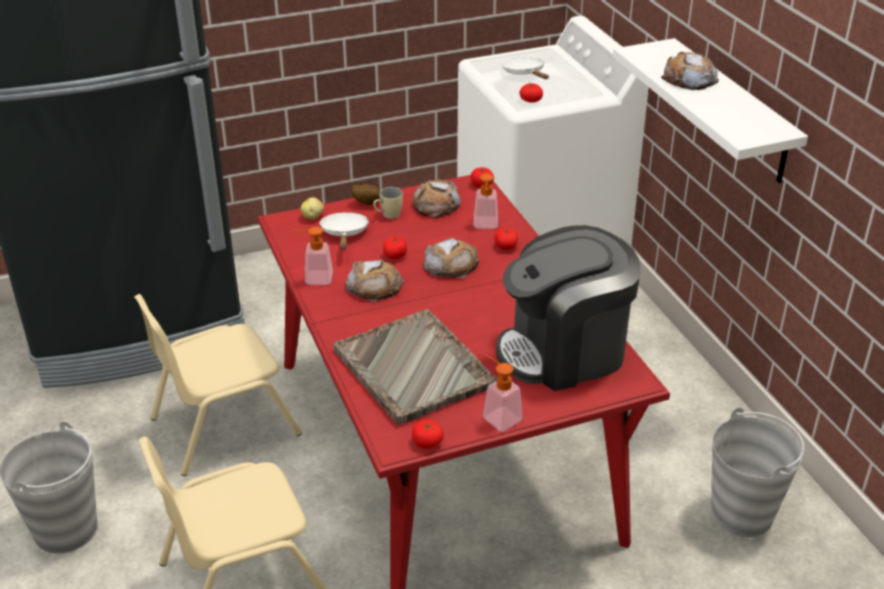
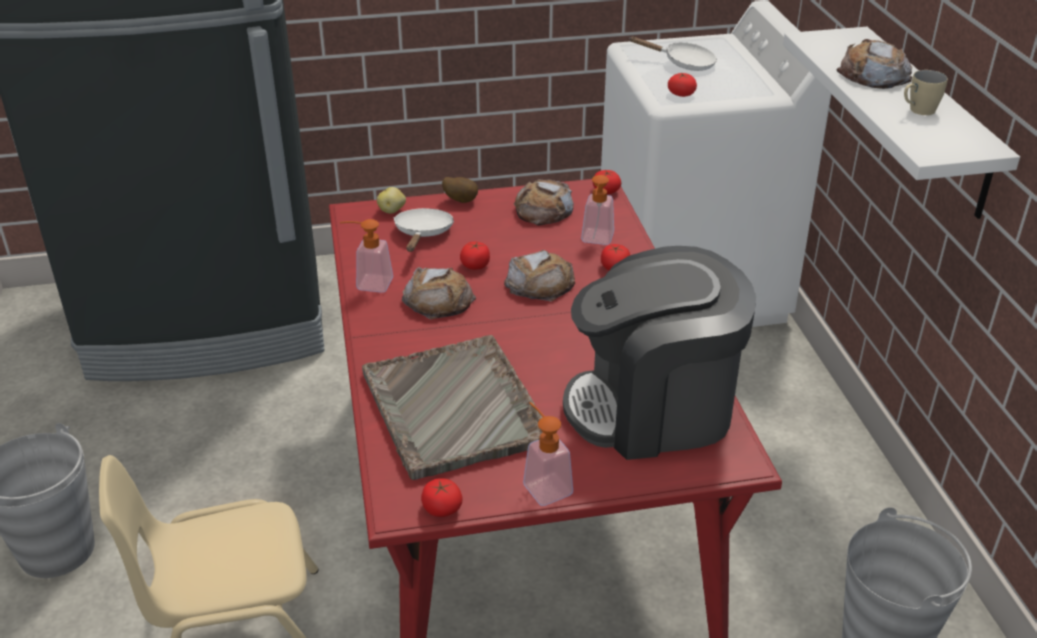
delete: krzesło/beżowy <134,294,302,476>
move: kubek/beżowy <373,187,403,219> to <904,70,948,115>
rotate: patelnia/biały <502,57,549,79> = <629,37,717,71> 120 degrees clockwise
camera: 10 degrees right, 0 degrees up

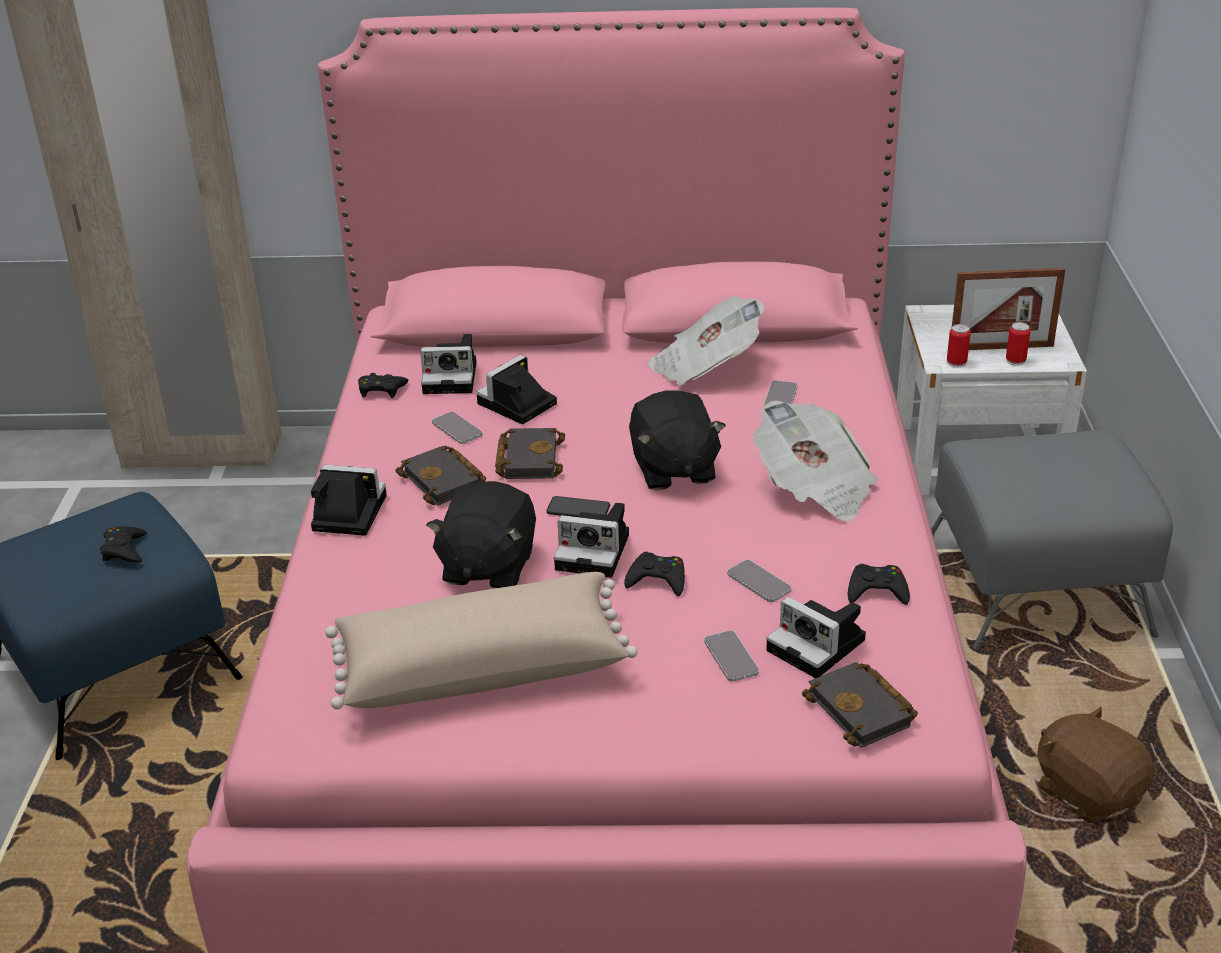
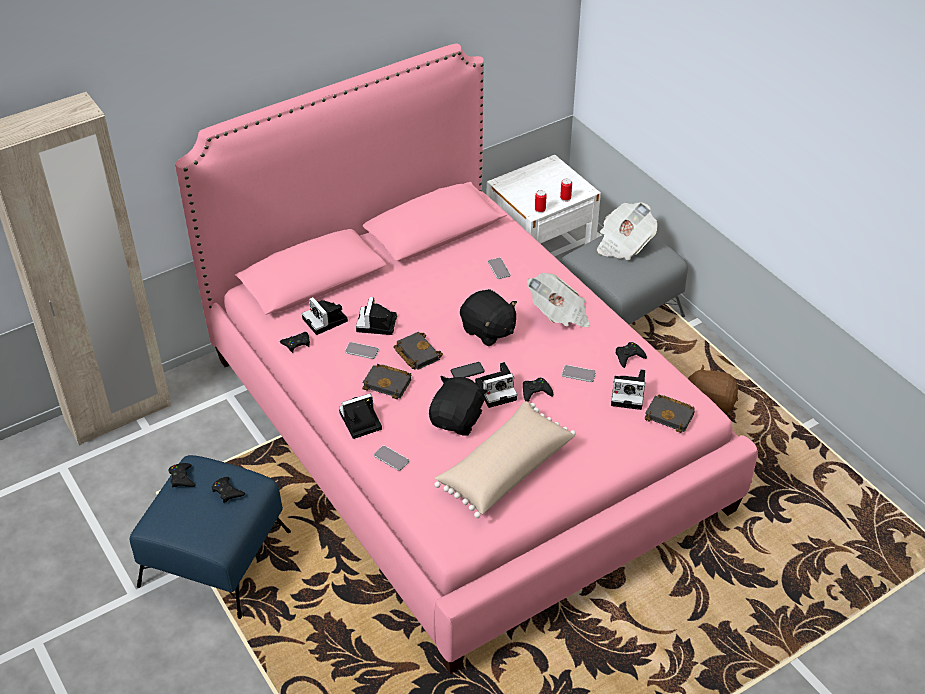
delete: ramka na zdjęcie <952,268,1065,350>
insert: pad do gier/czarny <168,463,196,487>
move: gazeta <648,296,765,386> to <597,202,658,260>; telefon <704,630,759,681> to <374,446,409,471>
rotate: aparat fotograficzny <420,334,477,394> = <302,297,348,335> 90 degrees clockwise; pluszak/czarny <426,481,536,589> = <429,376,488,436> 135 degrees counterclockwise
camera: 35 degrees left, 10 degrees up

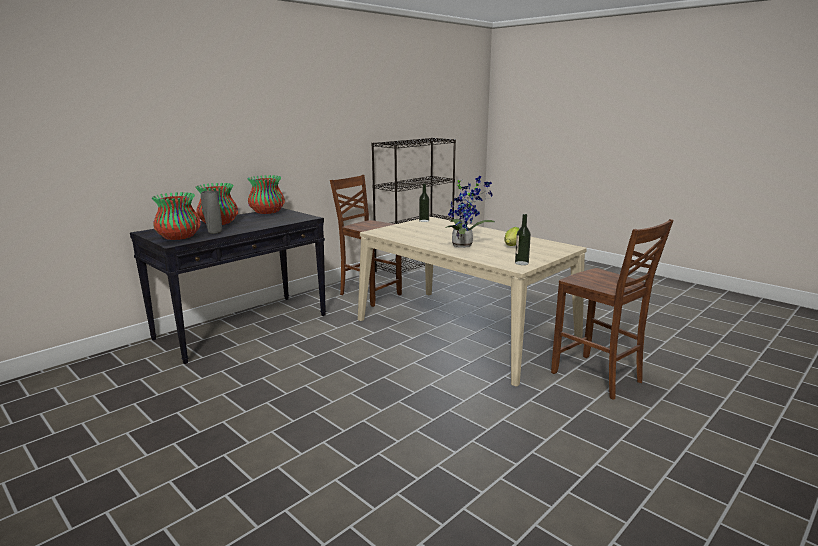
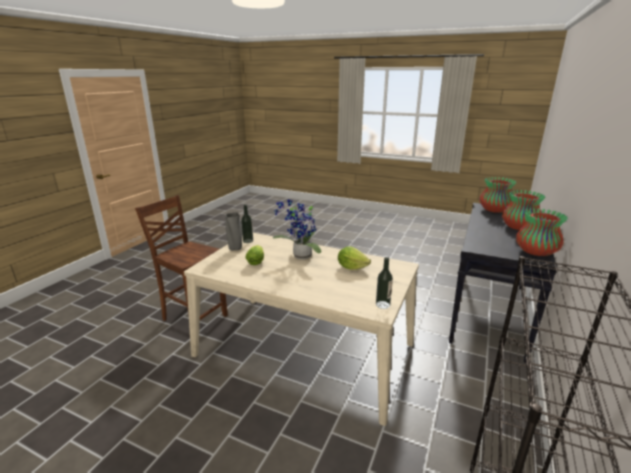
delete: krzesło/brązowy <330,175,402,307>
insert: sałata <338,246,371,270>
move: wazon/szary <201,190,222,234> to <225,212,242,251>
camera: 160 degrees right, 5 degrees up

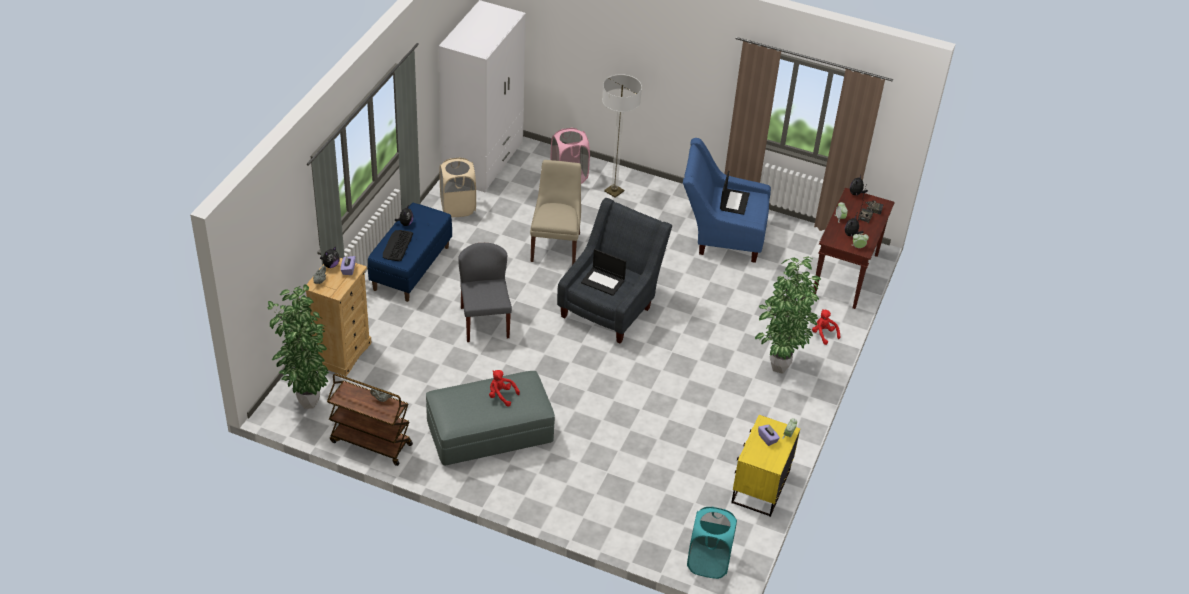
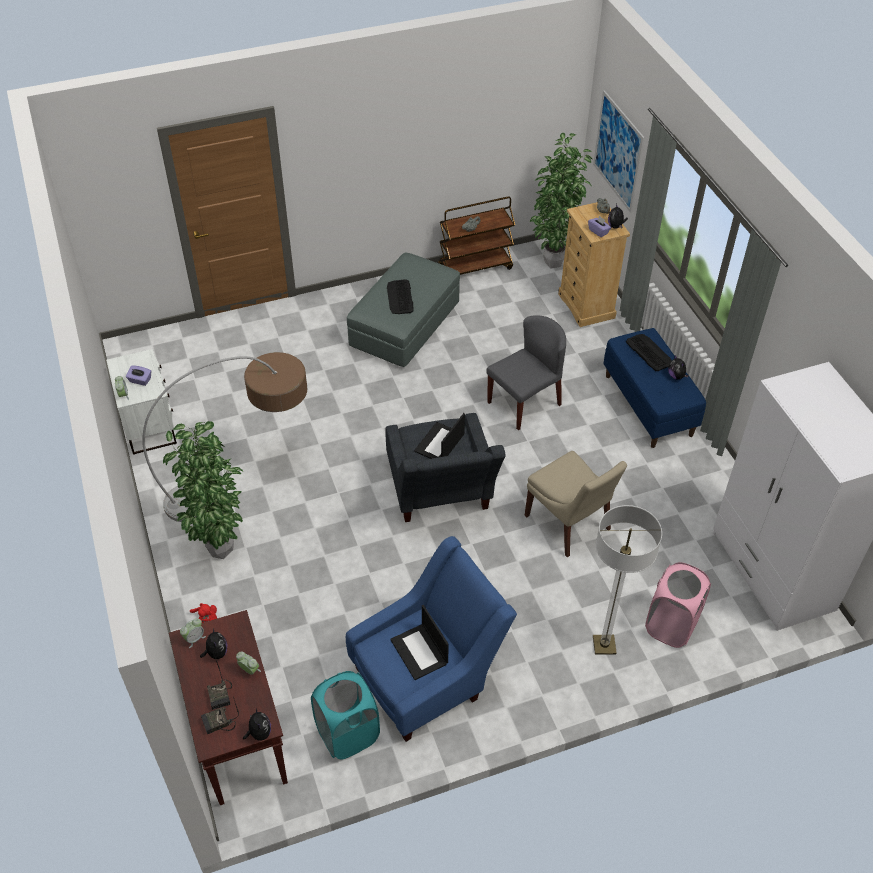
delete: kosz na pranie/beżowy <439,157,476,217>
insert: lampa stojąca <142,352,307,522>; obraz <593,90,645,213>
move: kosz na pranie/turkusowy <687,507,737,579> to <311,671,380,760>
replace: pluszak/czerwony <489,370,520,406> to klawiatura <387,279,414,314>
recolor: szafka nocna/żółty <731,415,800,517> to szafka nocna/biały <106,349,177,455>
rotate: krzesło/szary <459,243,512,342> = <486,315,566,430> 75 degrees counterclockwise; laptop <581,249,626,296> = <414,413,465,459> 45 degrees counterclockwise
camera: 140 degrees right, 5 degrees up

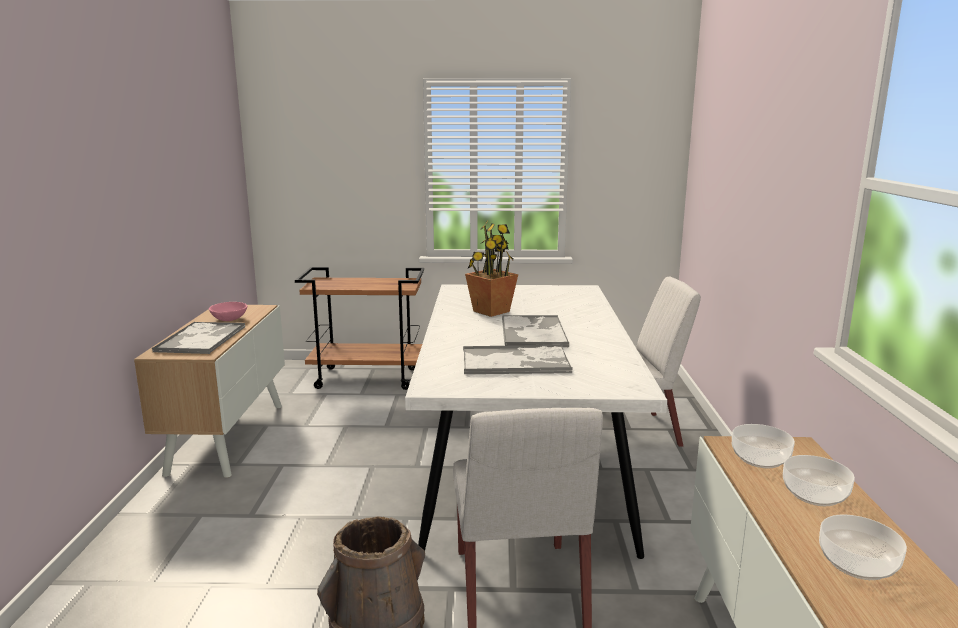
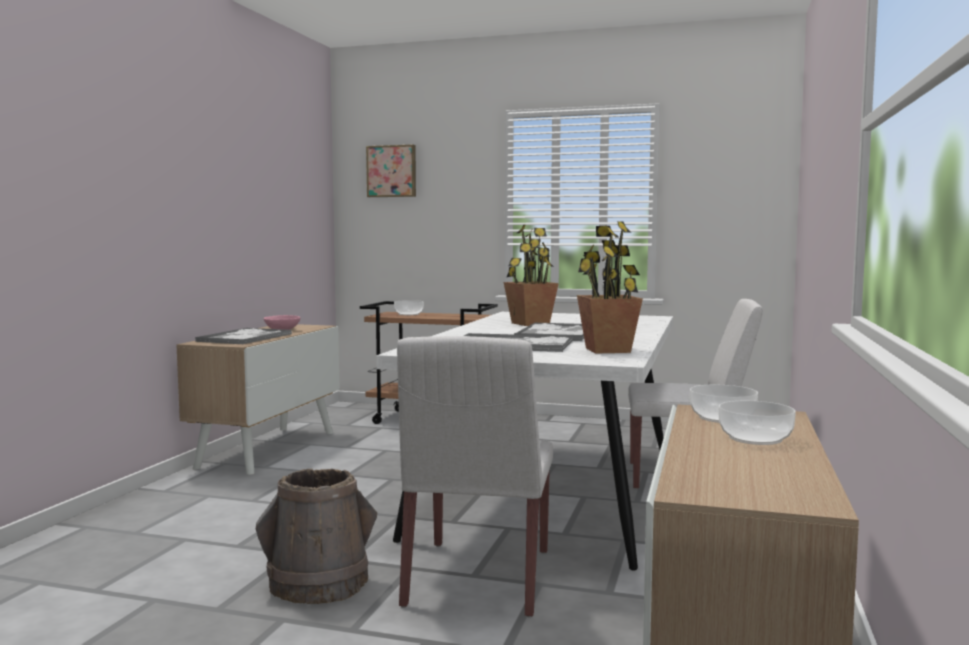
insert: obraz <366,144,416,197>; roślina doniczkowa <577,221,643,354>
move: miska <819,515,907,580> to <394,300,424,315>
camera: 15 degrees right, 10 degrees down

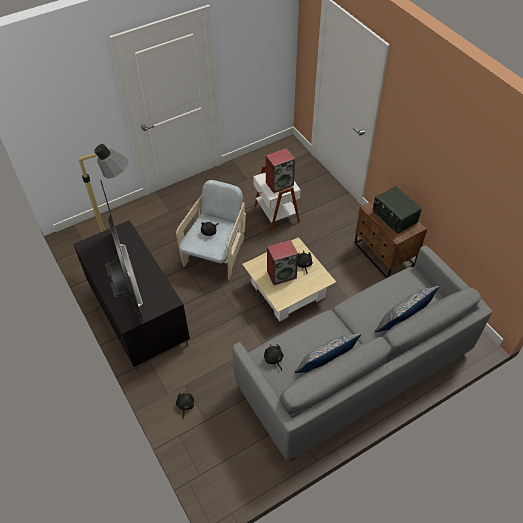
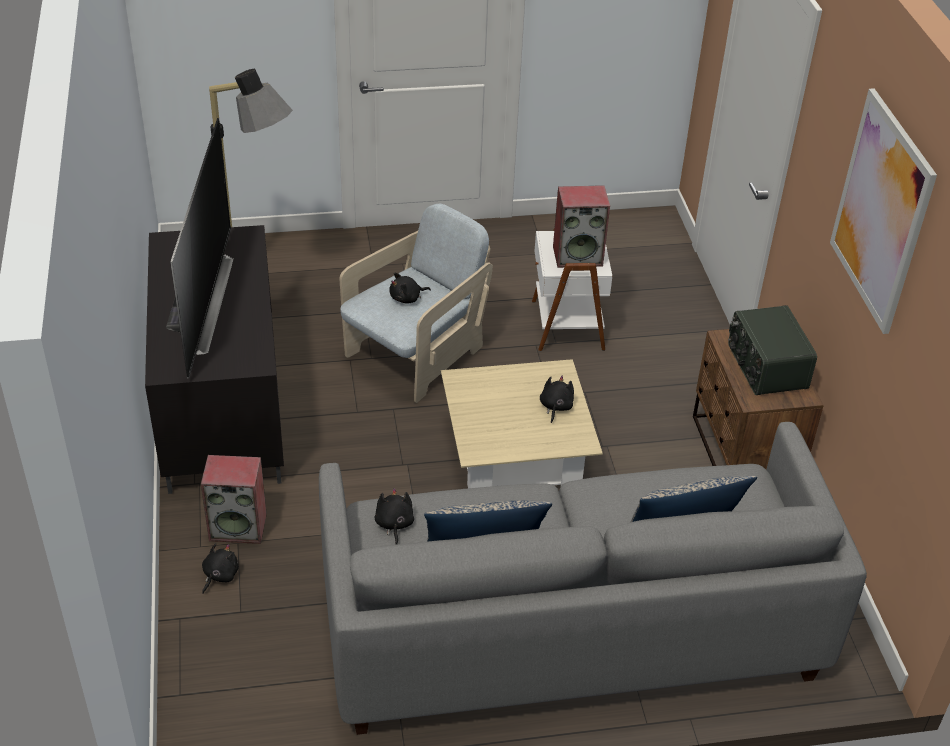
insert: obraz <830,88,937,334>
move: głośnik <267,240,298,285> to <201,455,267,544>
camera: 20 degrees right, 10 degrees down

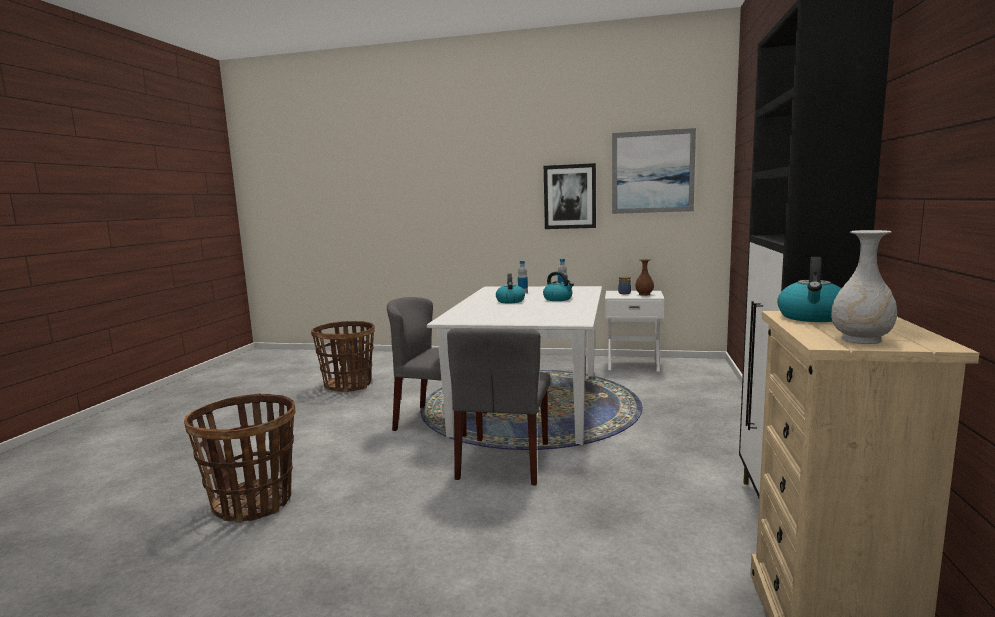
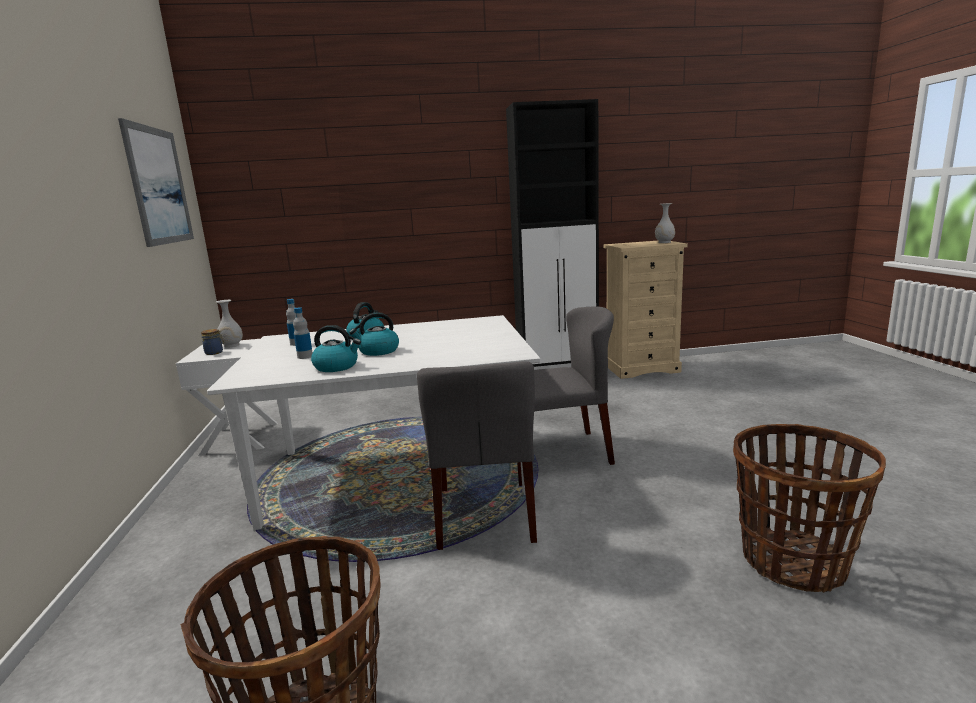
delete: obraz <544,163,596,229>
move: czajnik <777,257,842,322> to <311,325,361,372>
recolor: wazon/brązowy <635,259,654,296> to wazon/biały <216,300,243,348>
camera: 110 degrees left, 5 degrees up

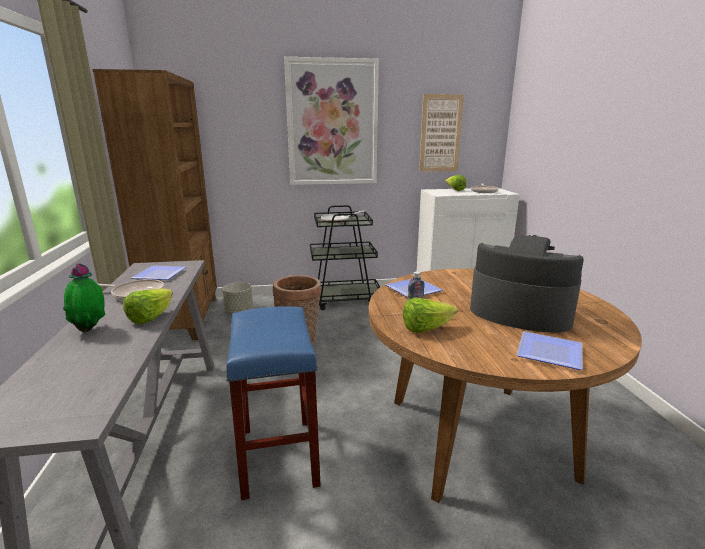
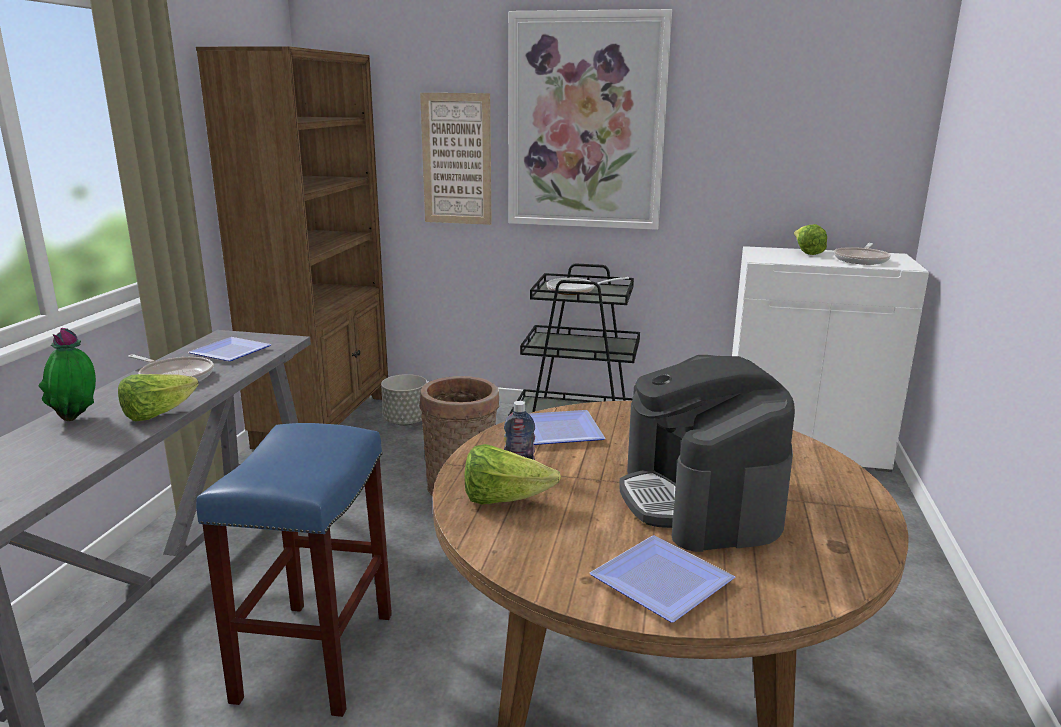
move: obraz <419,94,464,172> to <420,93,492,225>
rotate: ekspres do kawy <470,235,584,333> = <619,355,795,552> 150 degrees counterclockwise
camera: 20 degrees right, 0 degrees up

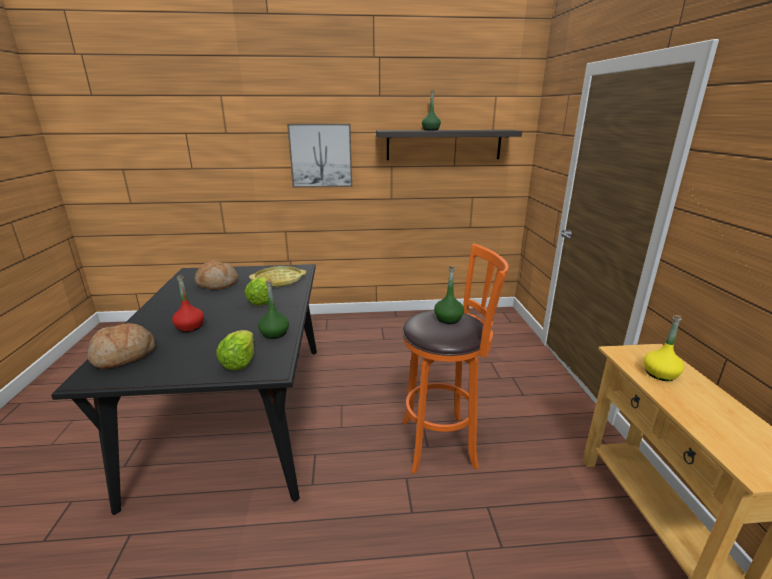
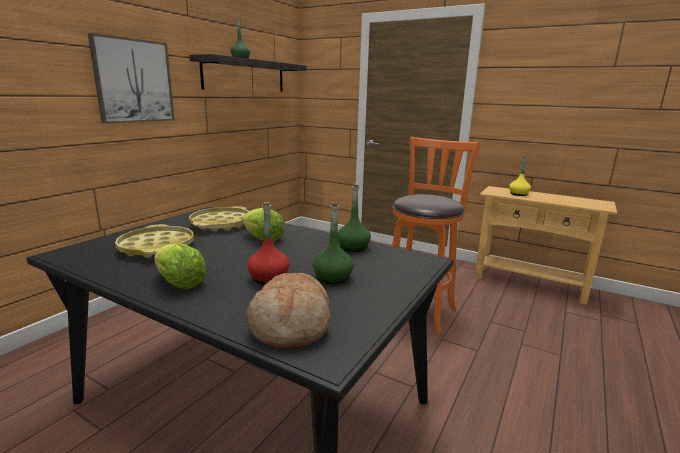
move: sałata <216,330,254,370> to <154,243,207,289>; butelka/zielony <434,265,464,324> to <313,203,354,284>
replace: chleb <194,260,238,290> to taca/żółty <115,224,194,257>
camera: 55 degrees left, 5 degrees down

